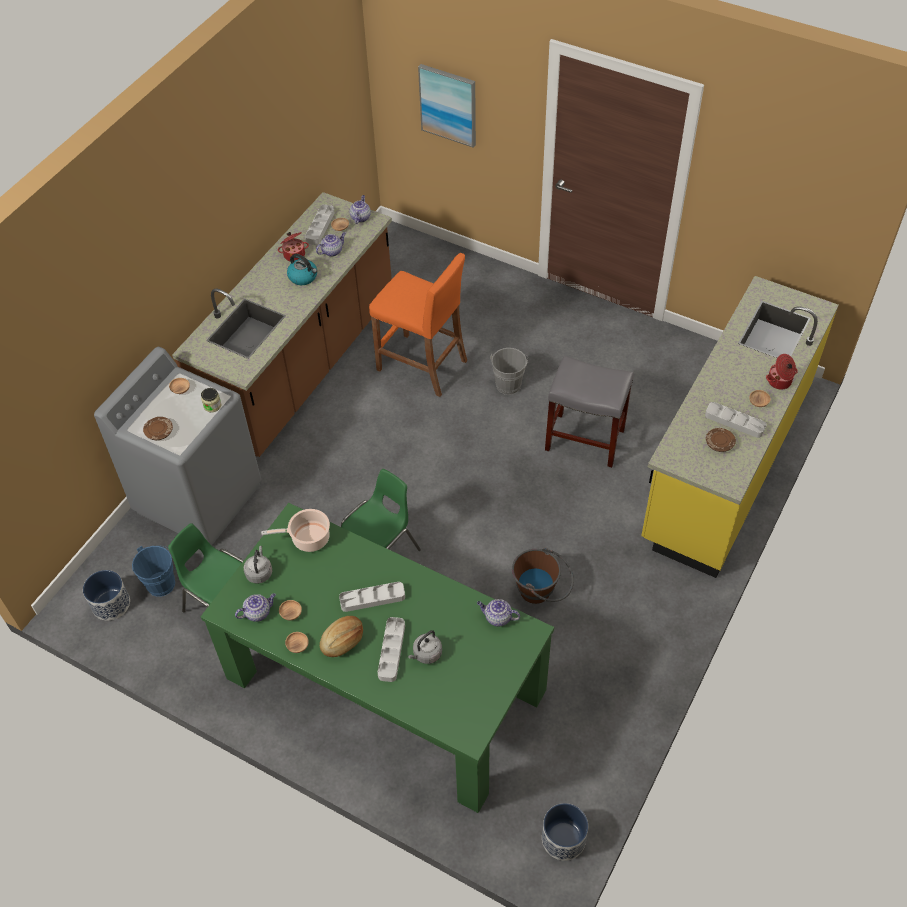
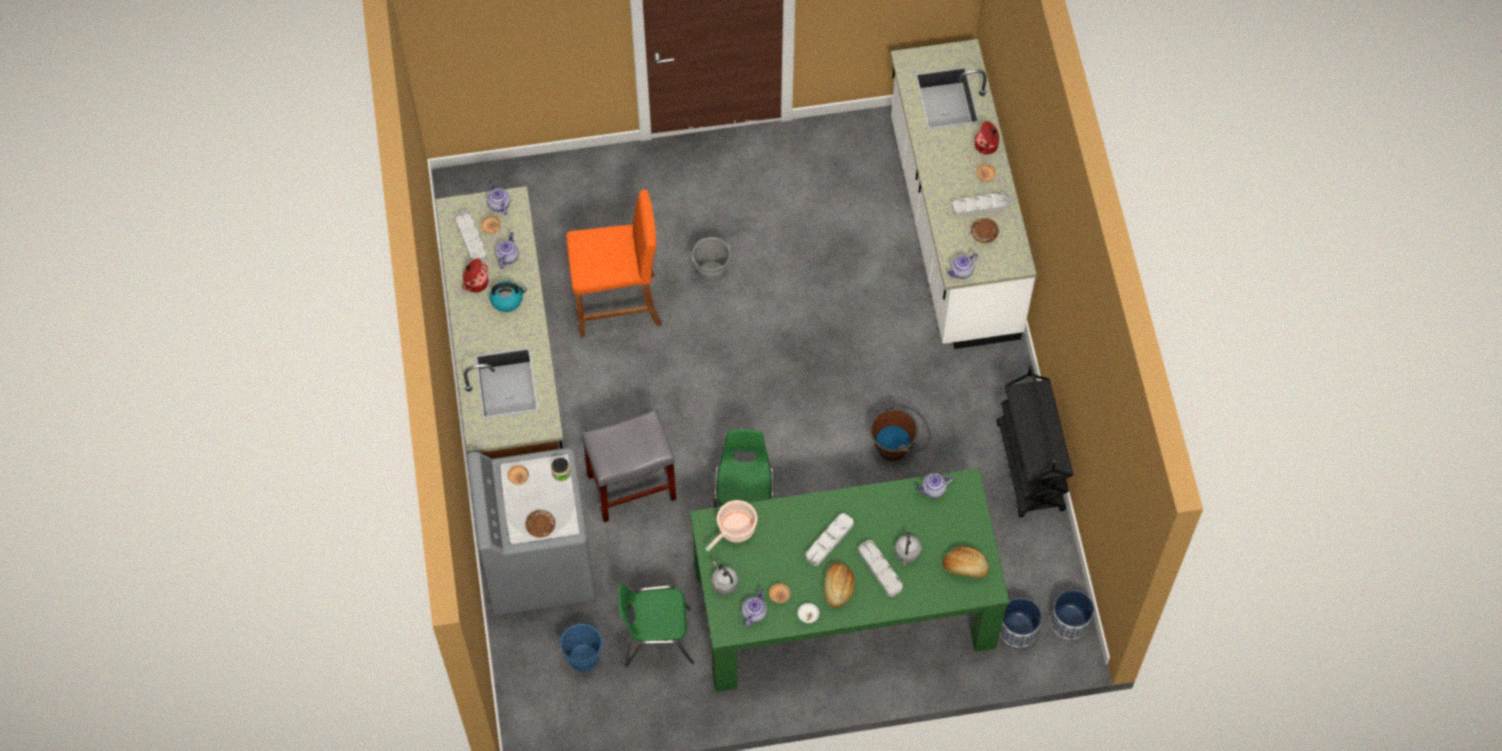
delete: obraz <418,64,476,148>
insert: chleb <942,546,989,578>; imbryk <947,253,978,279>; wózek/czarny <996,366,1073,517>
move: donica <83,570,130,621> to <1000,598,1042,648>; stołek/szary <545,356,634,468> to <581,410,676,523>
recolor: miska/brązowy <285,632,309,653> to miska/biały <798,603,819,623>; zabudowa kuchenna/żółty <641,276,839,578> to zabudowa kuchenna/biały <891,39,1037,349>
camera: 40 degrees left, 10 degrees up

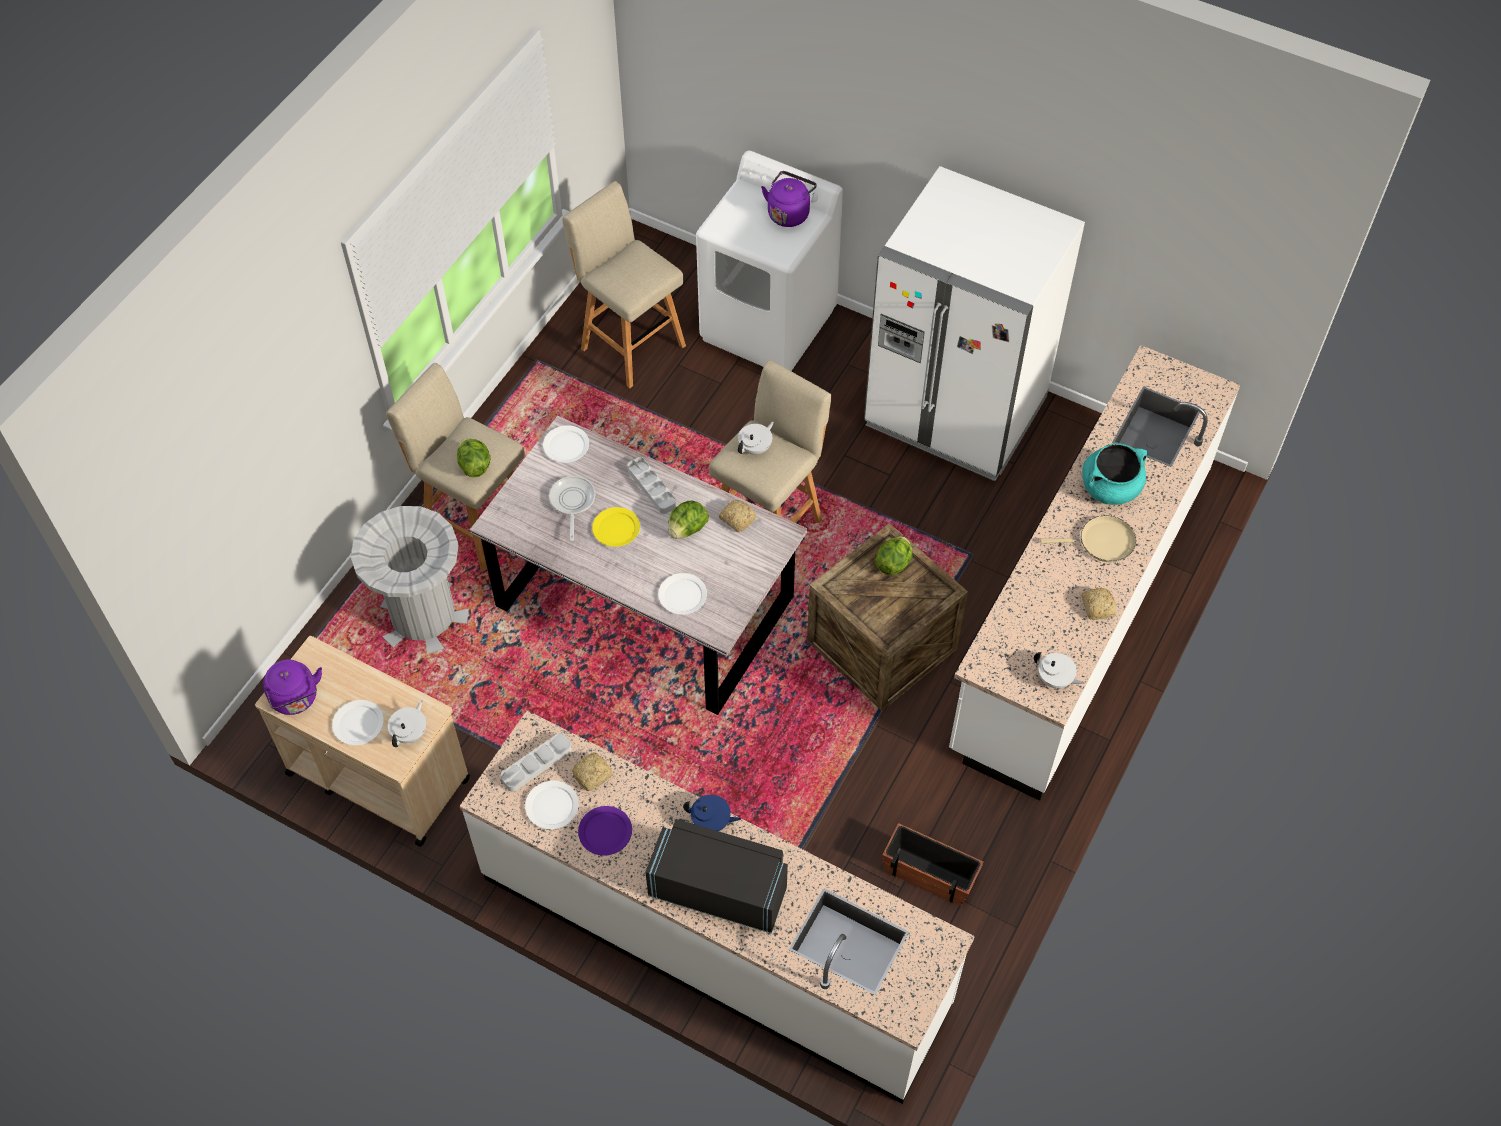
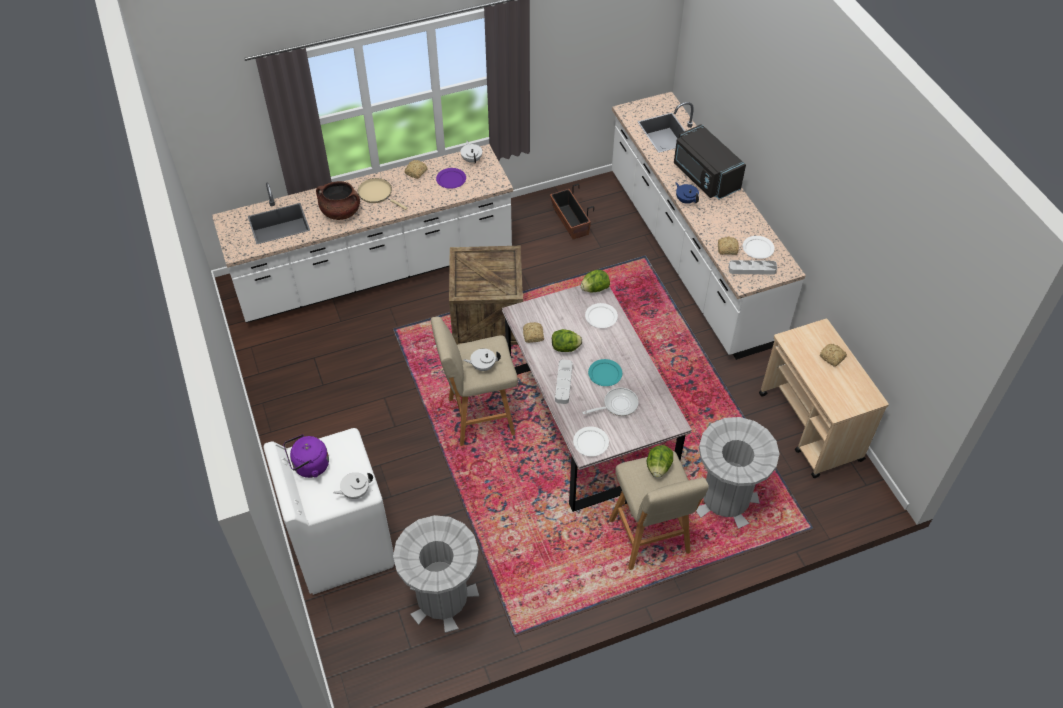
delete: czajnik/fioletowy <263,659,322,715>; lodówka/biały <864,166,1085,481>
move: imbryk/biały <388,700,426,747> to <333,472,373,499>; talerz/fioletowy <578,806,632,856> to <436,168,466,189>; sałata <875,536,913,575> to <580,270,610,292>
replace: talerz/biały <332,700,384,745> to chleb <820,344,847,367>; stołek/beżowy <562,181,686,388> to kosz na śmieci/szary <393,515,479,633>
recolor: talerz/żółty <592,507,640,547> to talerz/turkusowy <588,359,622,386>; garnek/turkusowy <1082,443,1148,505> to garnek/brązowy <316,181,360,220>
rotate: patelnia <549,476,595,541> = <582,387,639,416> 150 degrees counterclockwise
camera: 140 degrees left, 5 degrees down

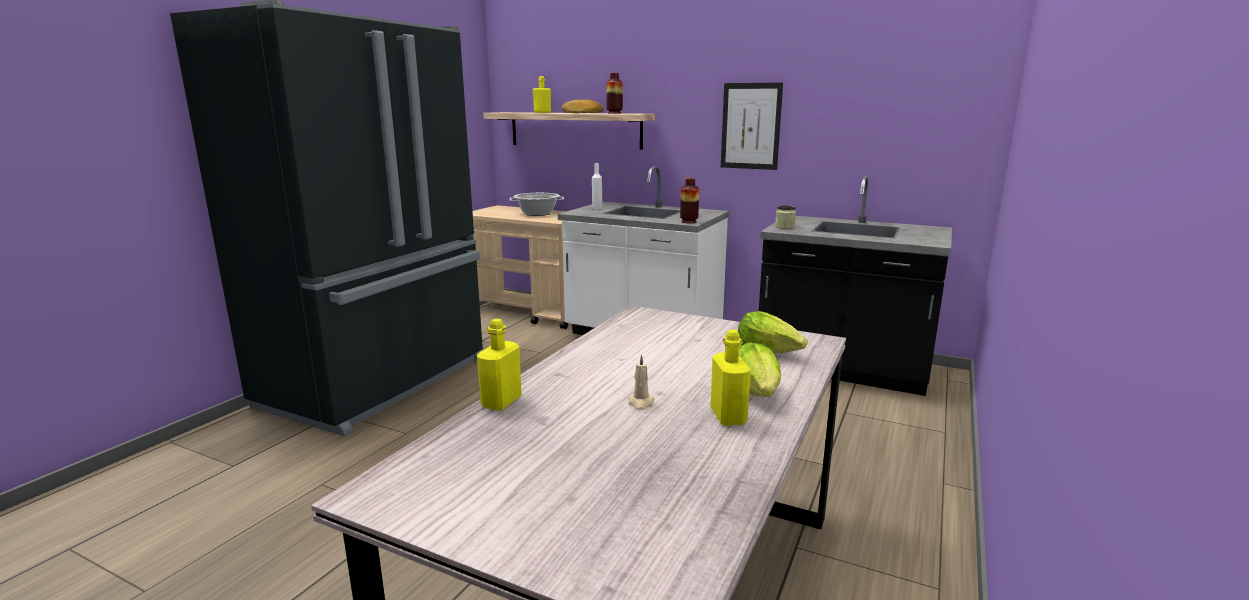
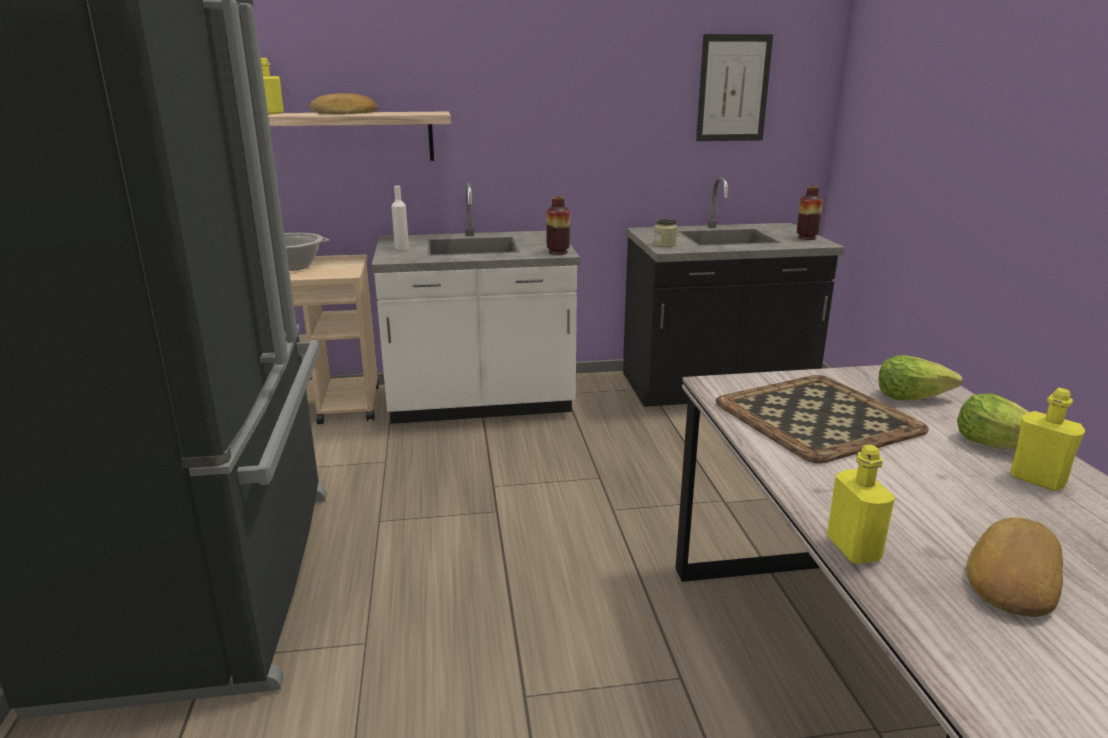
delete: świeca/beżowy <629,354,655,410>
insert: taca <716,375,929,464>; chleb <966,517,1063,617>
move: wazon <606,73,623,114> to <797,186,823,240>; obraz <721,82,783,170> to <696,34,773,141>
camera: 35 degrees left, 5 degrees up

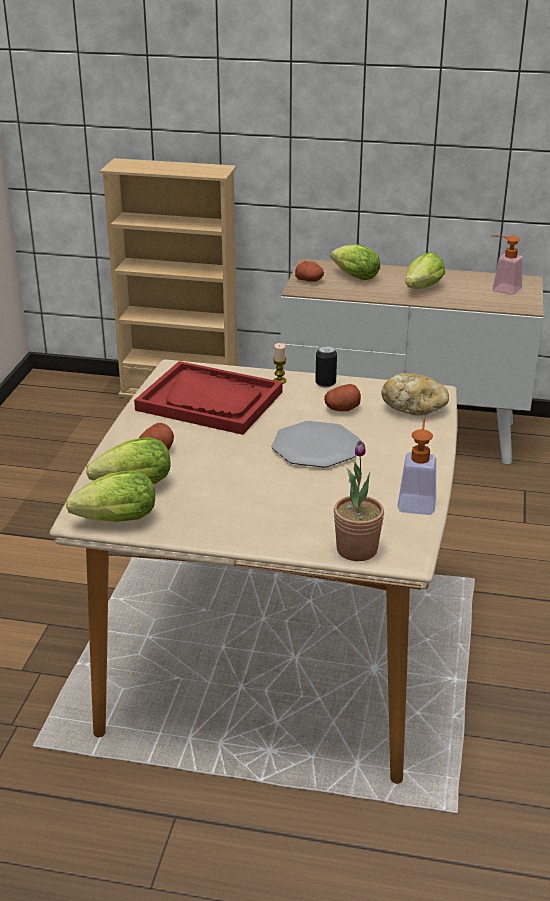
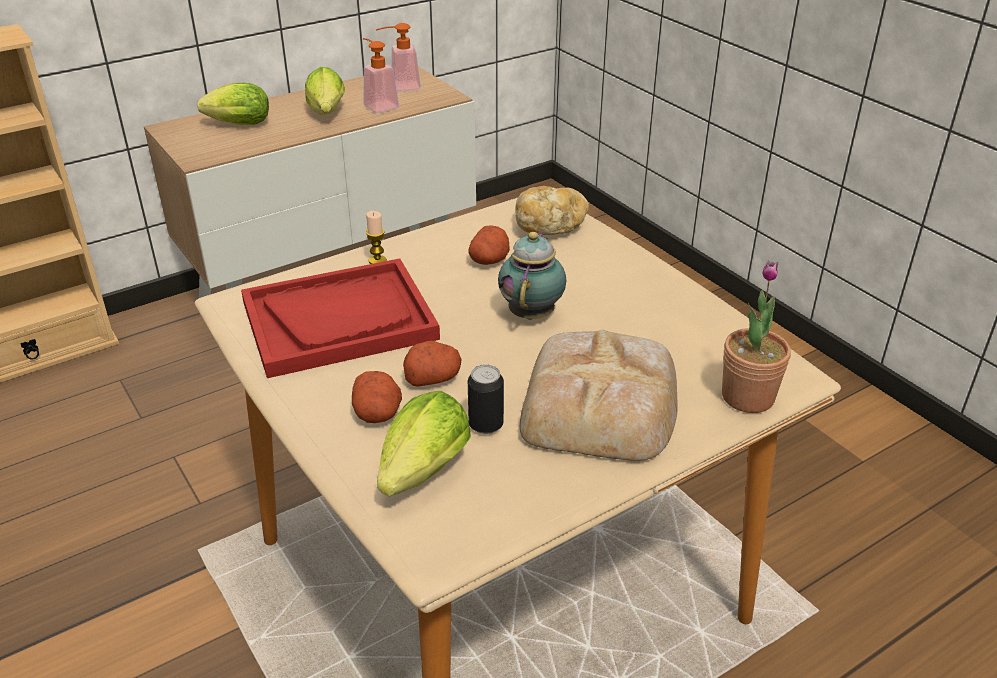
delete: sałata <66,471,155,522>
insert: chleb <520,330,677,461>
move: ziemniak <295,261,324,282> to <403,341,462,387>; puszka <315,345,337,387> to <468,364,504,434>; dozownik mydła <397,418,436,515> to <363,38,399,113>
replace: talerz <271,421,360,467> to imbryk <498,232,566,320>
camera: 45 degrees left, 5 degrees up

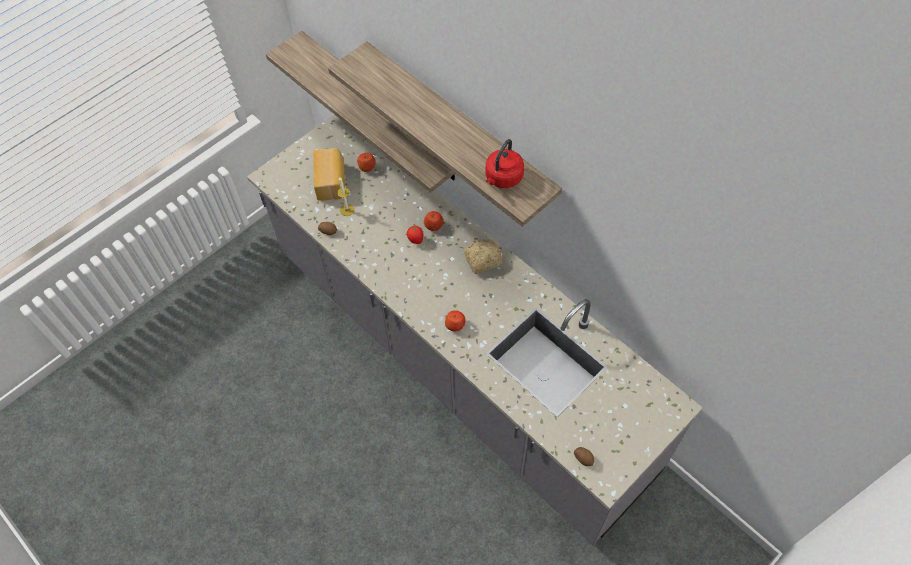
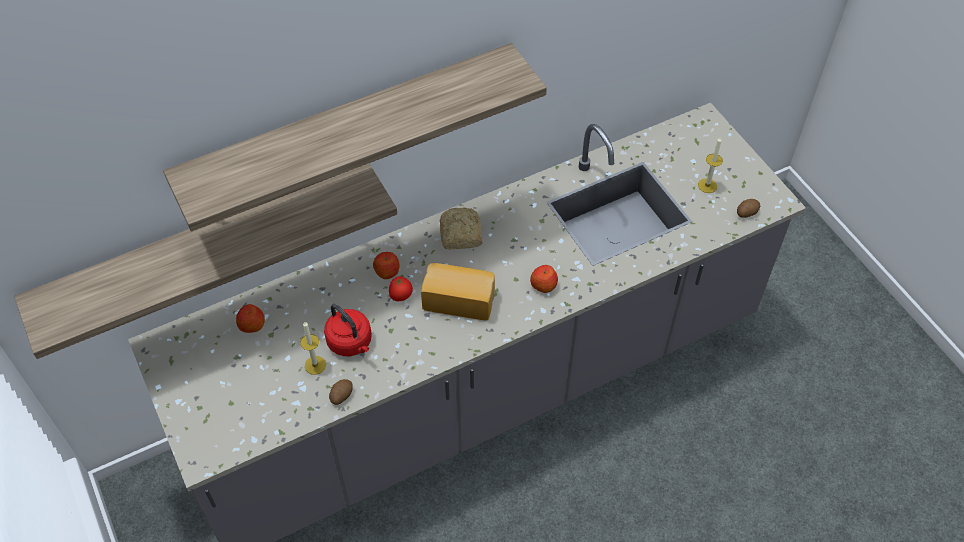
insert: świeca <698,137,723,193>
move: chleb <313,148,345,201> to <421,263,495,321>; czajnik/czerwony <485,139,524,188> to <324,304,372,356>
camera: 75 degrees left, 5 degrees down

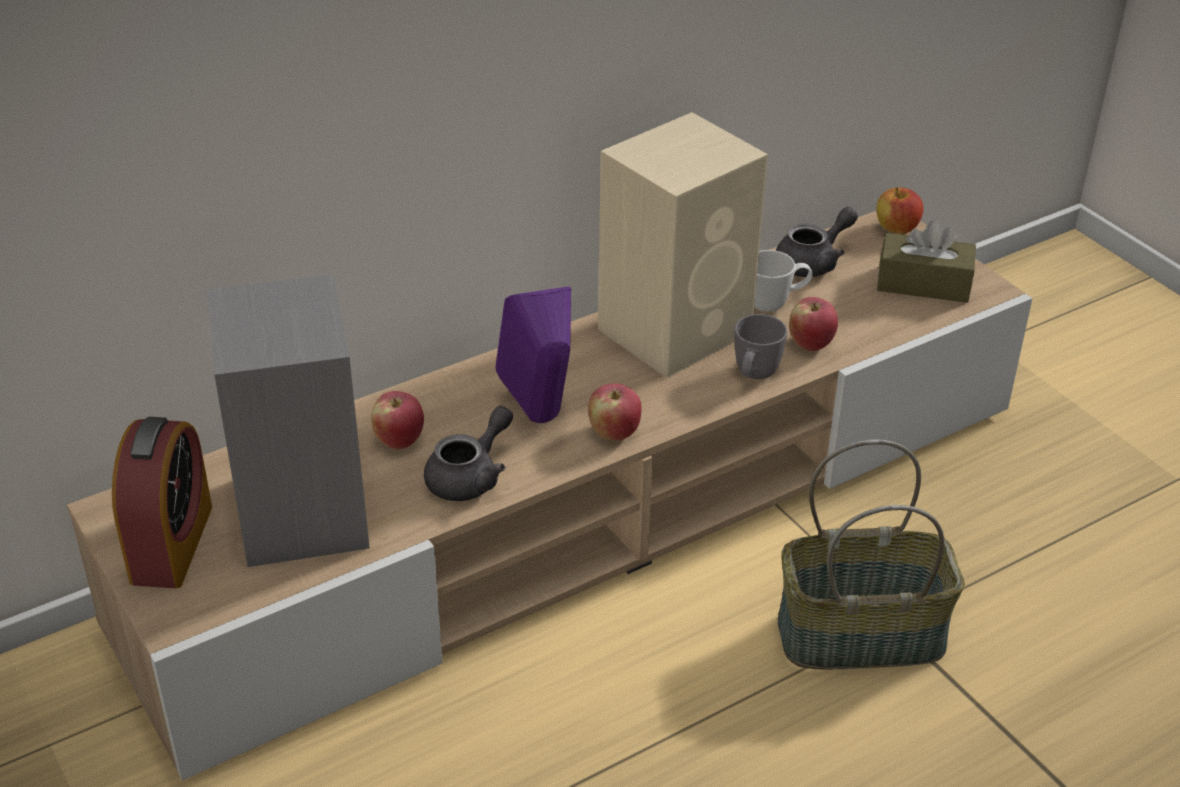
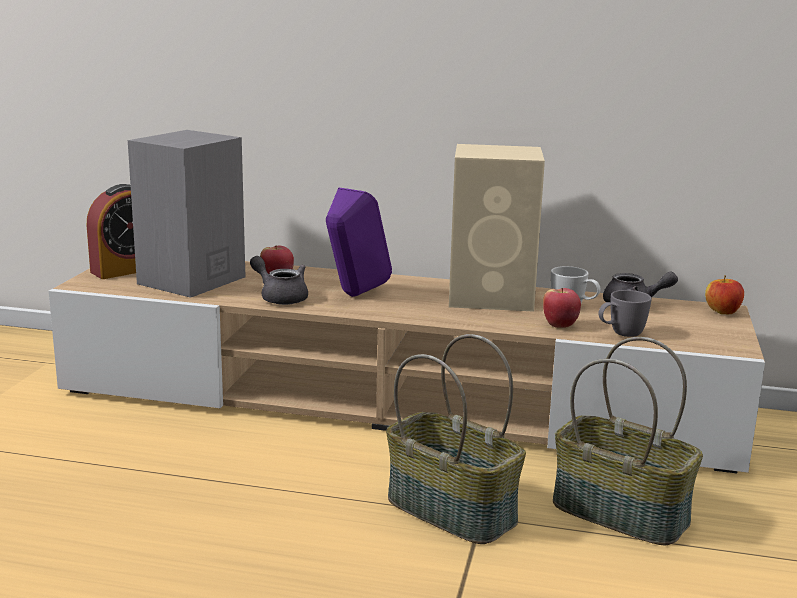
delete: jabłko <588,384,642,441>; pudełko chusteczek/brązowy <877,220,976,303>
insert: koszyk <553,337,703,546>
move: kubek/szary <734,314,787,379> to <598,290,652,337>
rotate: imbryk/szary <424,406,513,501> = <250,256,308,305> 135 degrees counterclockwise
camera: 45 degrees right, 20 degrees down

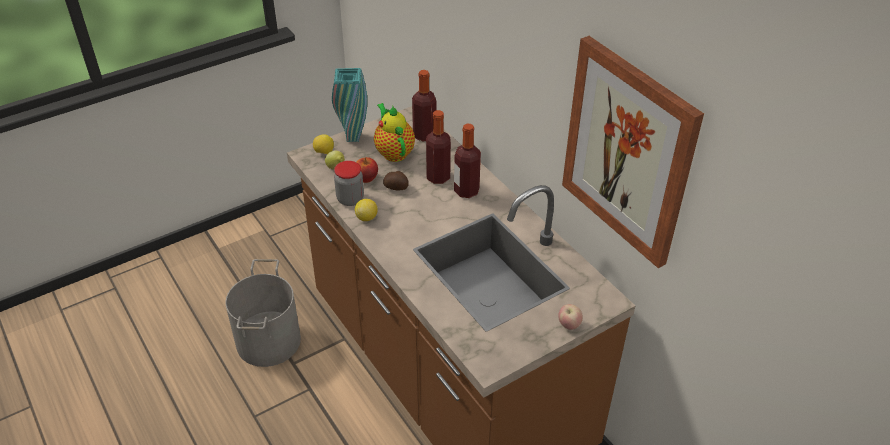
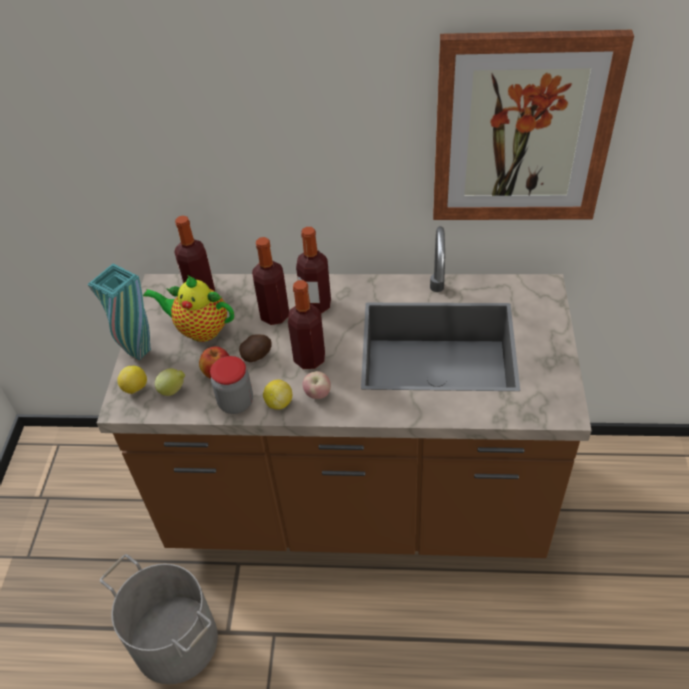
insert: butelka <288,280,325,369>
move: jabłko <558,304,583,330> to <302,371,331,399>
camera: 50 degrees left, 5 degrees up

